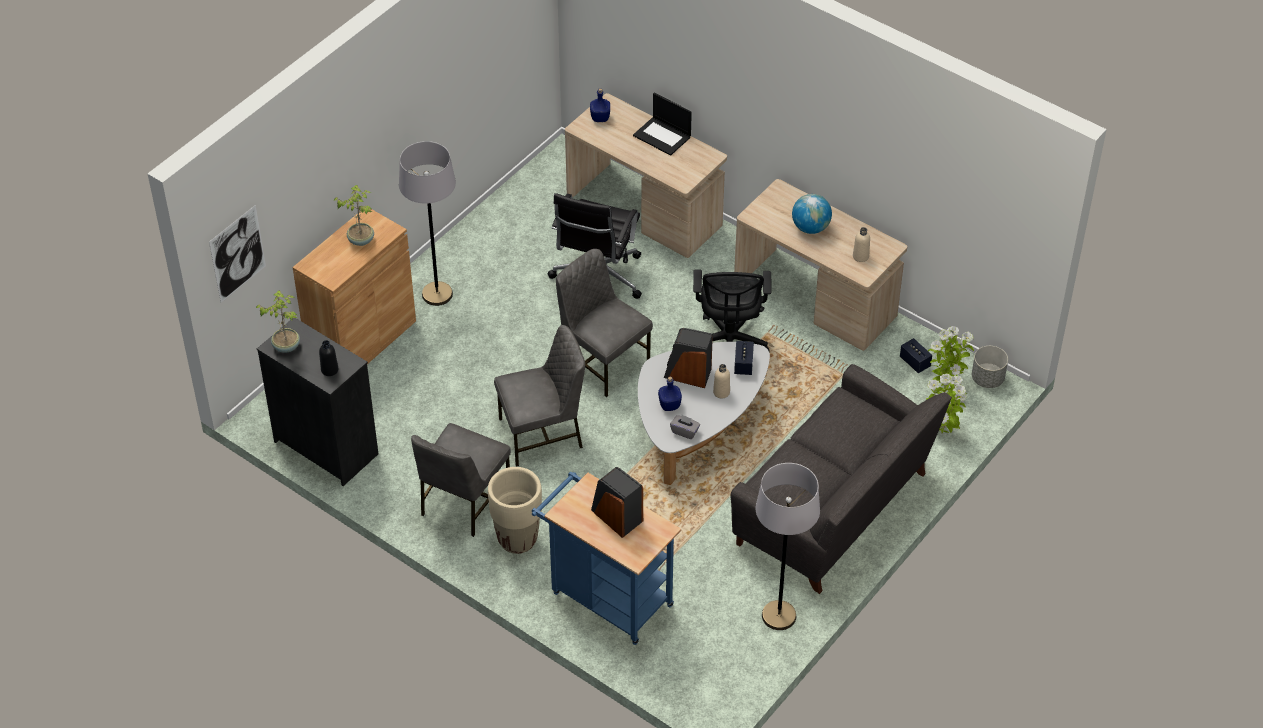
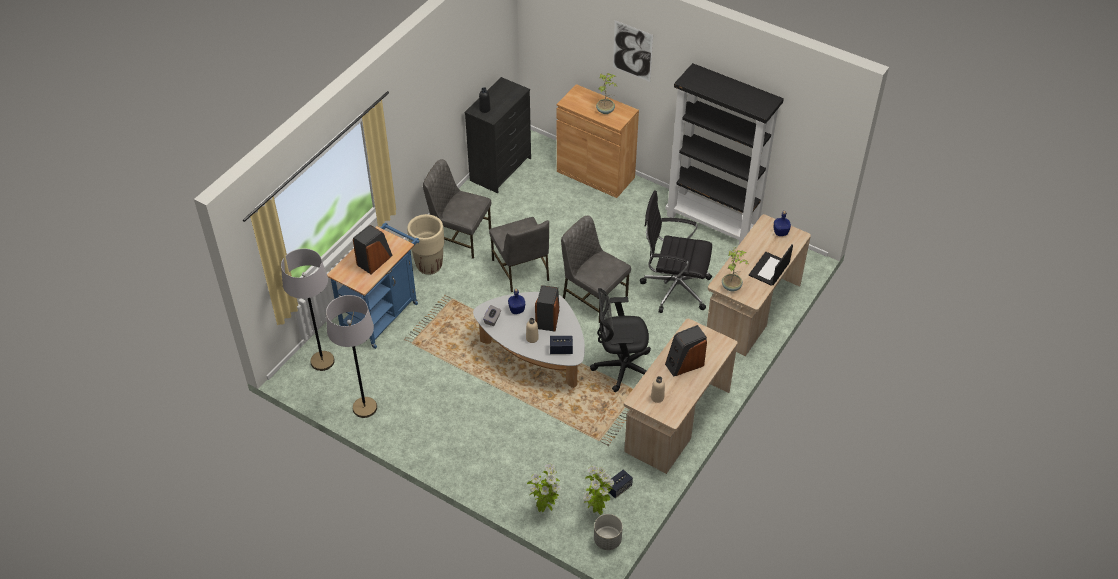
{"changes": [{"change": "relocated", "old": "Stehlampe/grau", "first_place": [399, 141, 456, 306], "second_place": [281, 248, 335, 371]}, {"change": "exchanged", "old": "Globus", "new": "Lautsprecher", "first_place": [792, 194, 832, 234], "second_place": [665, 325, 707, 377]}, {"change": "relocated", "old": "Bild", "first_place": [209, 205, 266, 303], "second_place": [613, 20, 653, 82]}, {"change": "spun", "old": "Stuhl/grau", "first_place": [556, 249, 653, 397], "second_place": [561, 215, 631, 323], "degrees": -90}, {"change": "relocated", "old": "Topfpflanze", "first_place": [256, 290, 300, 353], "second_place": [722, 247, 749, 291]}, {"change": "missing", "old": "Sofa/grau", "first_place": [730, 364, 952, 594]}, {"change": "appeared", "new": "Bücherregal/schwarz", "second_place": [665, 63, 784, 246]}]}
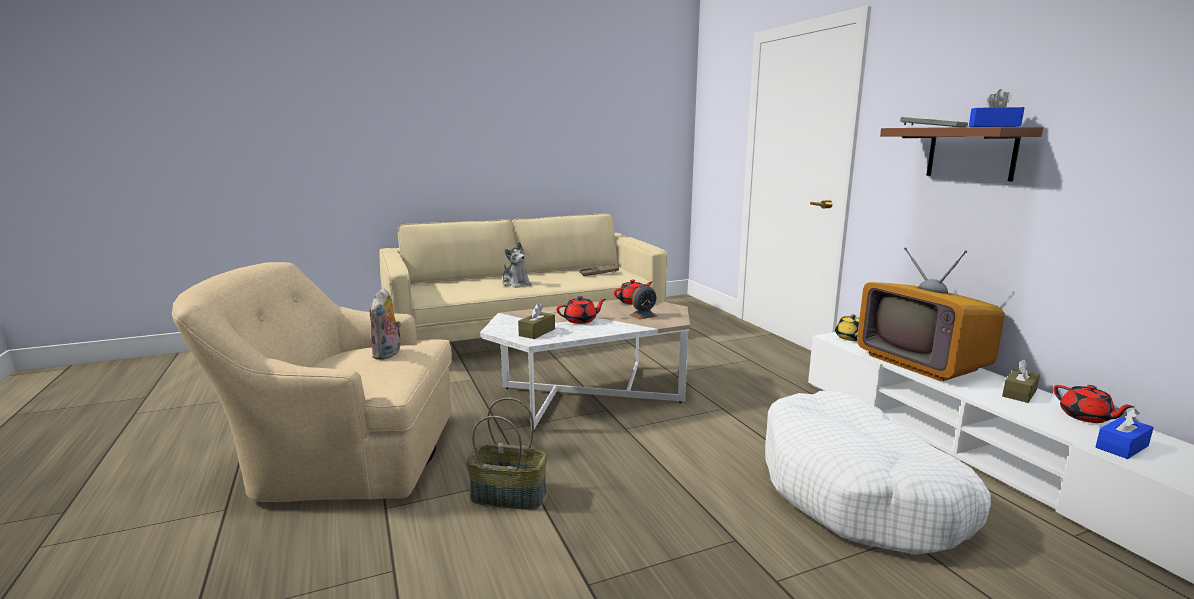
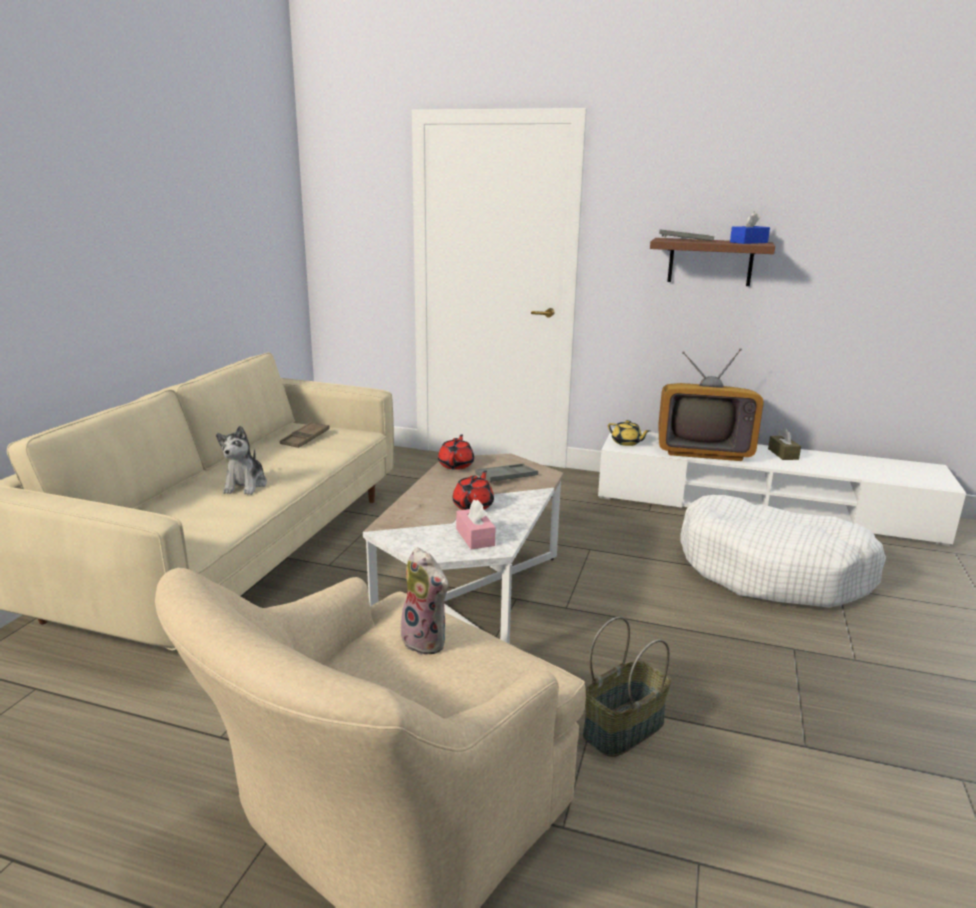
{"changes": [{"change": "spun", "old": "Plüschtier", "first_place": [502, 242, 532, 288], "second_place": [216, 425, 267, 495], "degrees": 90}, {"change": "exchanged", "old": "Wecker", "new": "Tablett/grau", "first_place": [630, 284, 657, 320], "second_place": [475, 463, 538, 483]}, {"change": "colour", "old": "Taschentuchbox/braun", "new": "Taschentuchbox/rosa", "first_place": [518, 303, 555, 339], "second_place": [456, 500, 496, 549]}, {"change": "missing", "old": "Teekanne/rot", "first_place": [1053, 385, 1134, 423]}, {"change": "missing", "old": "Taschentuchbox/blau", "first_place": [1096, 409, 1154, 459]}]}
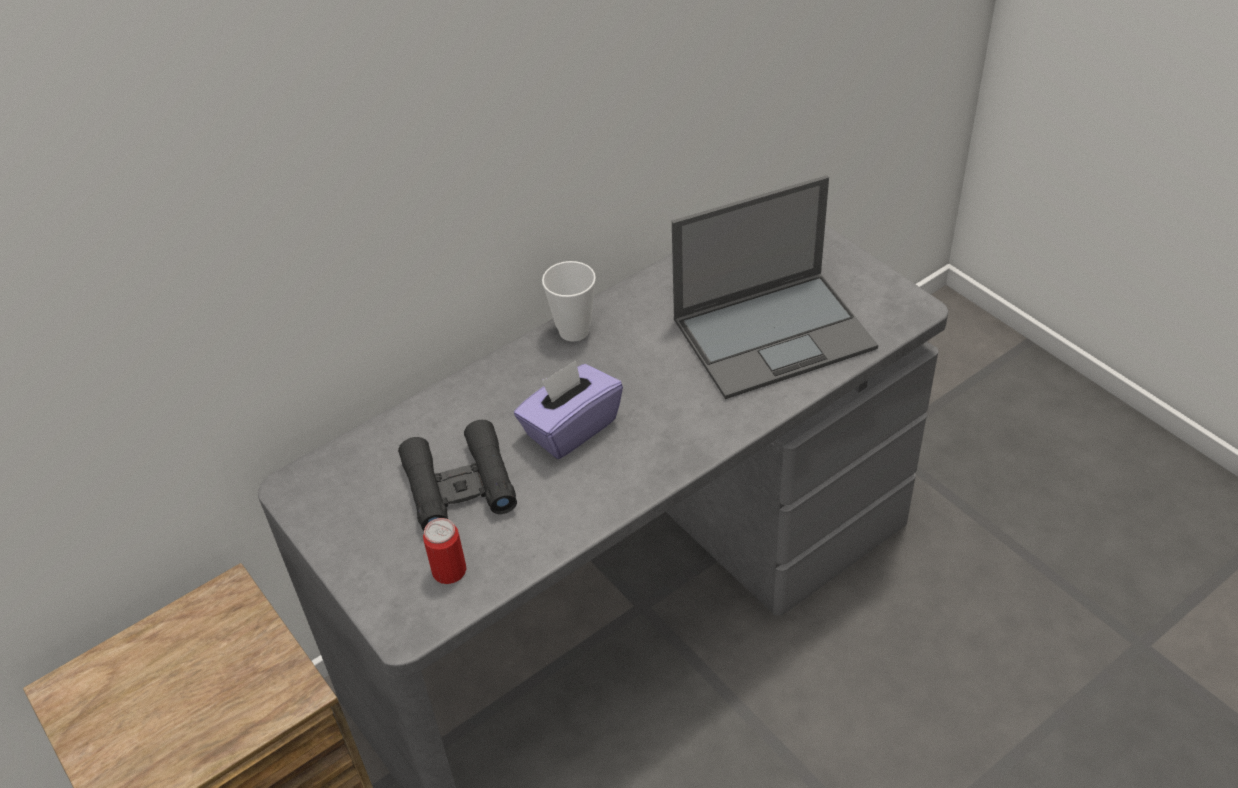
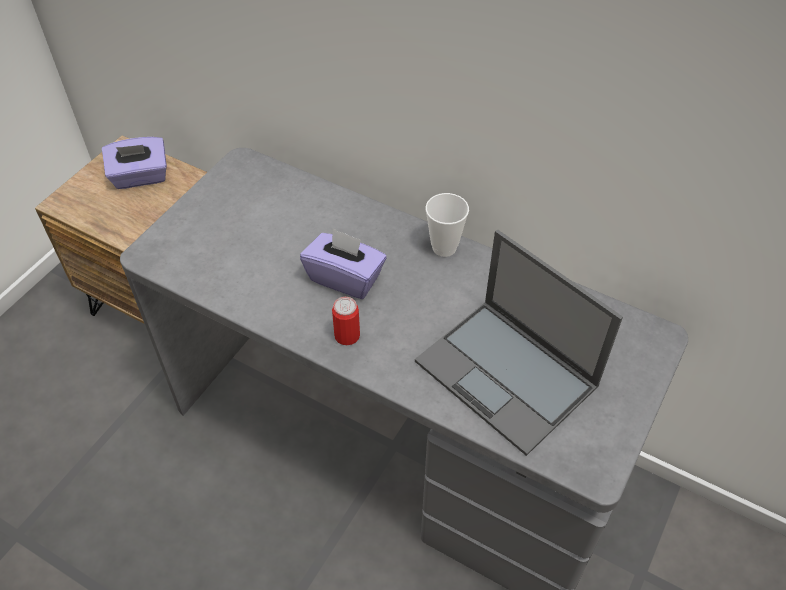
{"changes": [{"change": "missing", "old": "Fernglas/schwarz", "first_place": [398, 420, 517, 531]}, {"change": "relocated", "old": "Dose", "first_place": [423, 518, 467, 584], "second_place": [332, 297, 360, 345]}, {"change": "appeared", "new": "Taschentuchbox/lila", "second_place": [102, 137, 167, 189]}]}
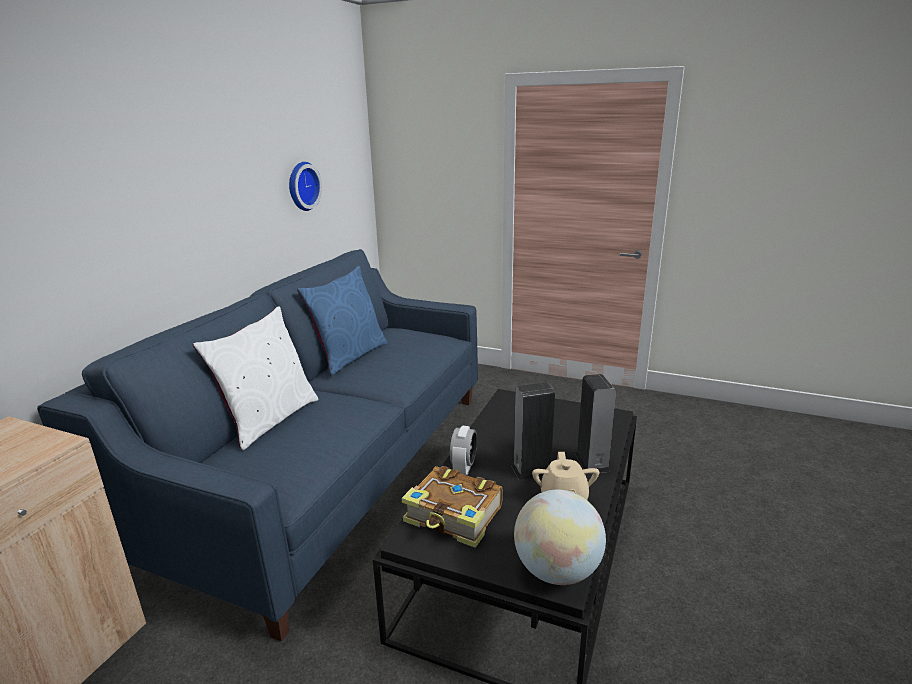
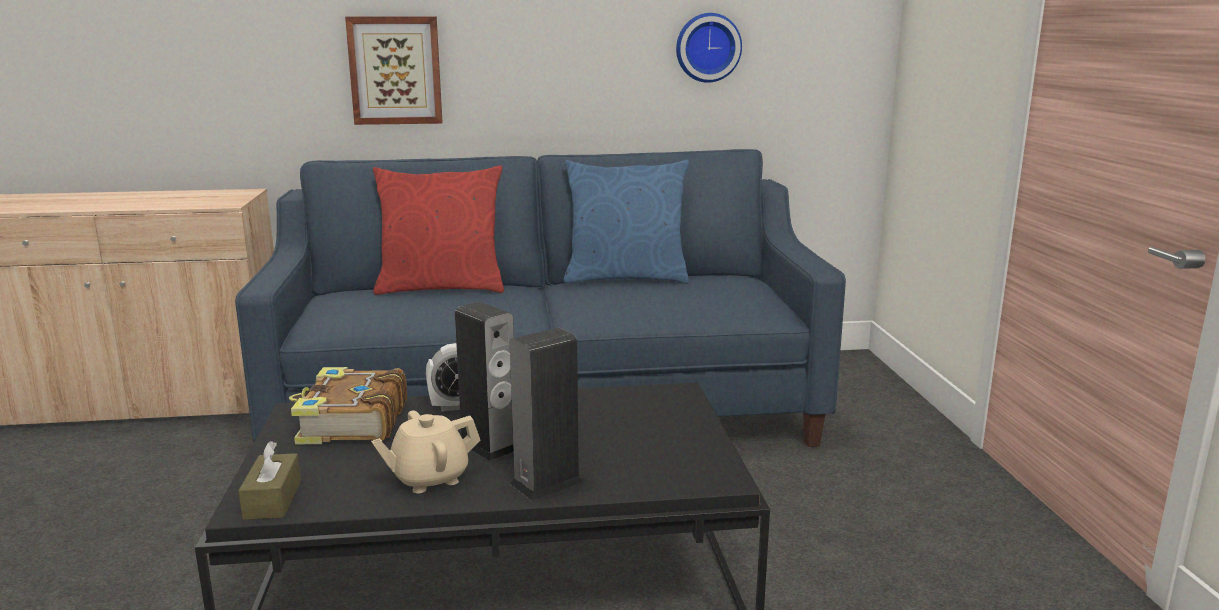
{"changes": [{"change": "colour", "old": "Kissen/weiß", "new": "Kissen/rot", "first_place": [193, 306, 318, 450], "second_place": [373, 165, 504, 295]}, {"change": "exchanged", "old": "Globus", "new": "Taschentuchbox/braun", "first_place": [514, 490, 606, 585], "second_place": [238, 441, 301, 520]}, {"change": "appeared", "new": "Bild", "second_place": [345, 17, 443, 125]}]}
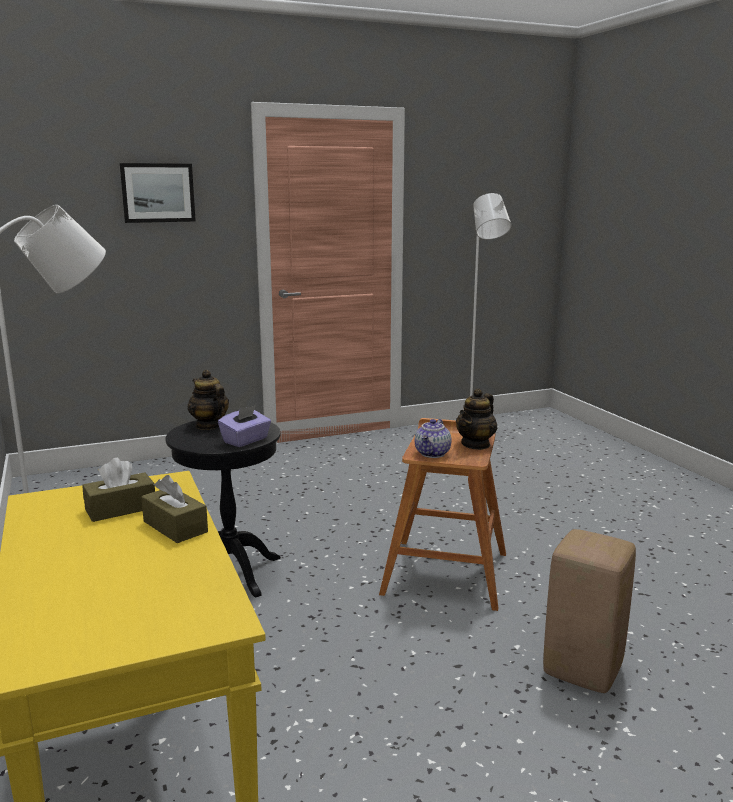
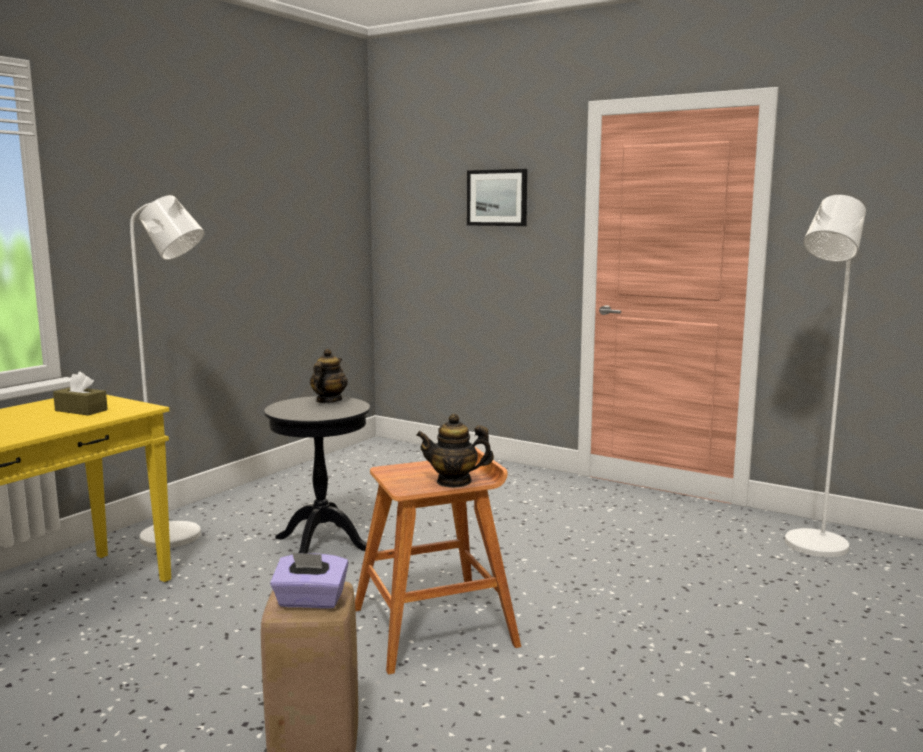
{"changes": [{"change": "relocated", "old": "Taschentuchbox/lila", "first_place": [218, 405, 271, 447], "second_place": [270, 552, 349, 609]}, {"change": "missing", "old": "Teekanne", "first_place": [415, 419, 451, 458]}, {"change": "missing", "old": "Taschentuchbox/braun", "first_place": [141, 475, 208, 543]}]}
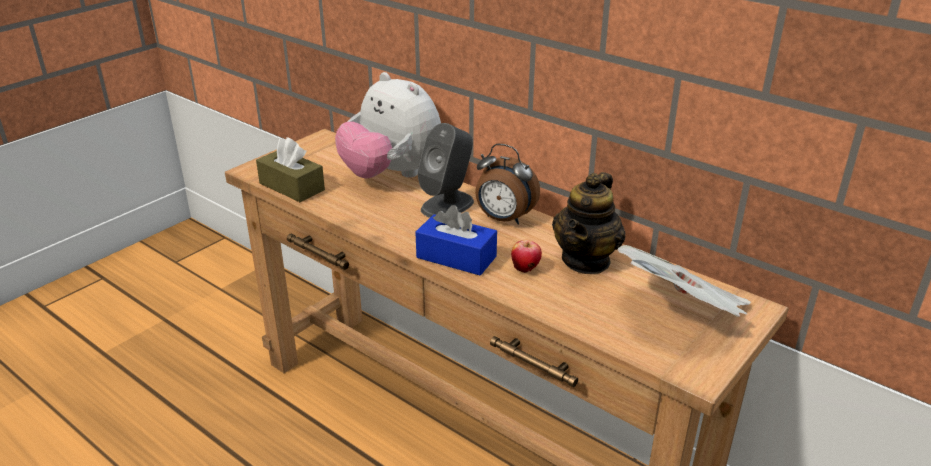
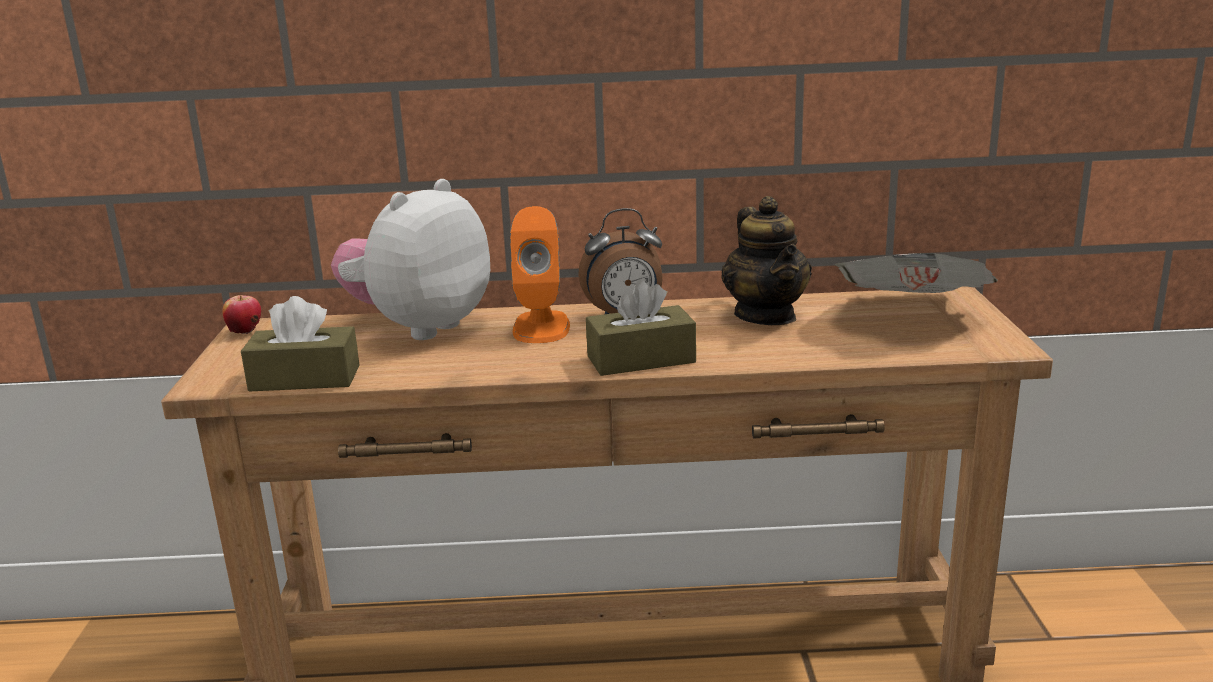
{"changes": [{"change": "spun", "old": "Plüschtier", "first_place": [335, 72, 441, 179], "second_place": [331, 179, 490, 340], "degrees": 120}, {"change": "colour", "old": "Lautsprecher/grau", "new": "Lautsprecher/orange", "first_place": [417, 123, 474, 218], "second_place": [510, 206, 570, 343]}, {"change": "colour", "old": "Taschentuchbox/blau", "new": "Taschentuchbox/braun", "first_place": [415, 205, 497, 275], "second_place": [586, 280, 696, 376]}, {"change": "relocated", "old": "Apfel", "first_place": [511, 239, 542, 273], "second_place": [223, 295, 261, 334]}]}
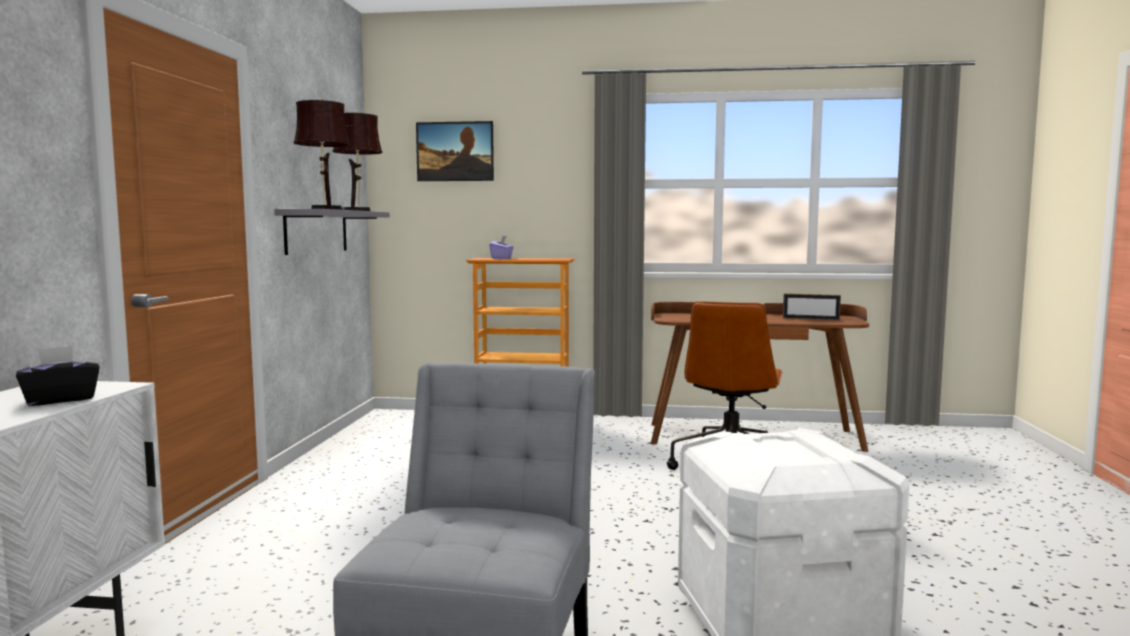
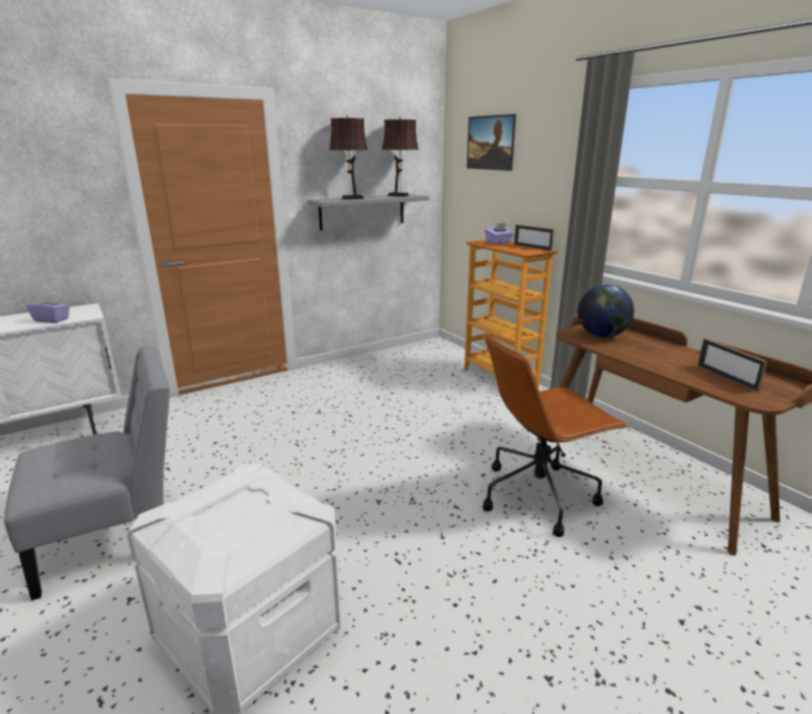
{"changes": [{"change": "colour", "old": "Taschentuchbox/schwarz", "new": "Taschentuchbox/lila", "first_place": [16, 346, 100, 406], "second_place": [27, 295, 70, 323]}, {"change": "appeared", "new": "Bilderrahmen", "second_place": [514, 224, 554, 251]}, {"change": "appeared", "new": "Globus", "second_place": [578, 284, 634, 337]}]}
